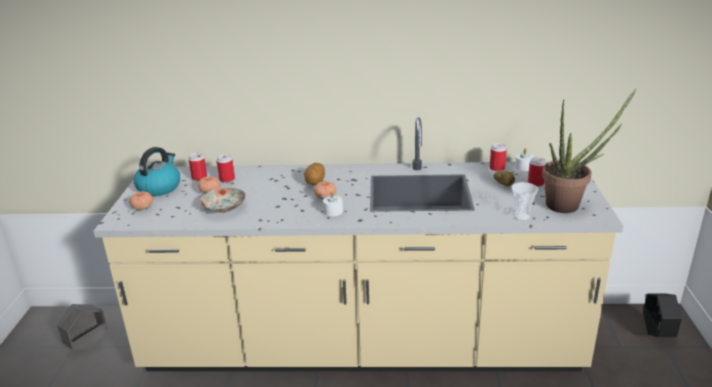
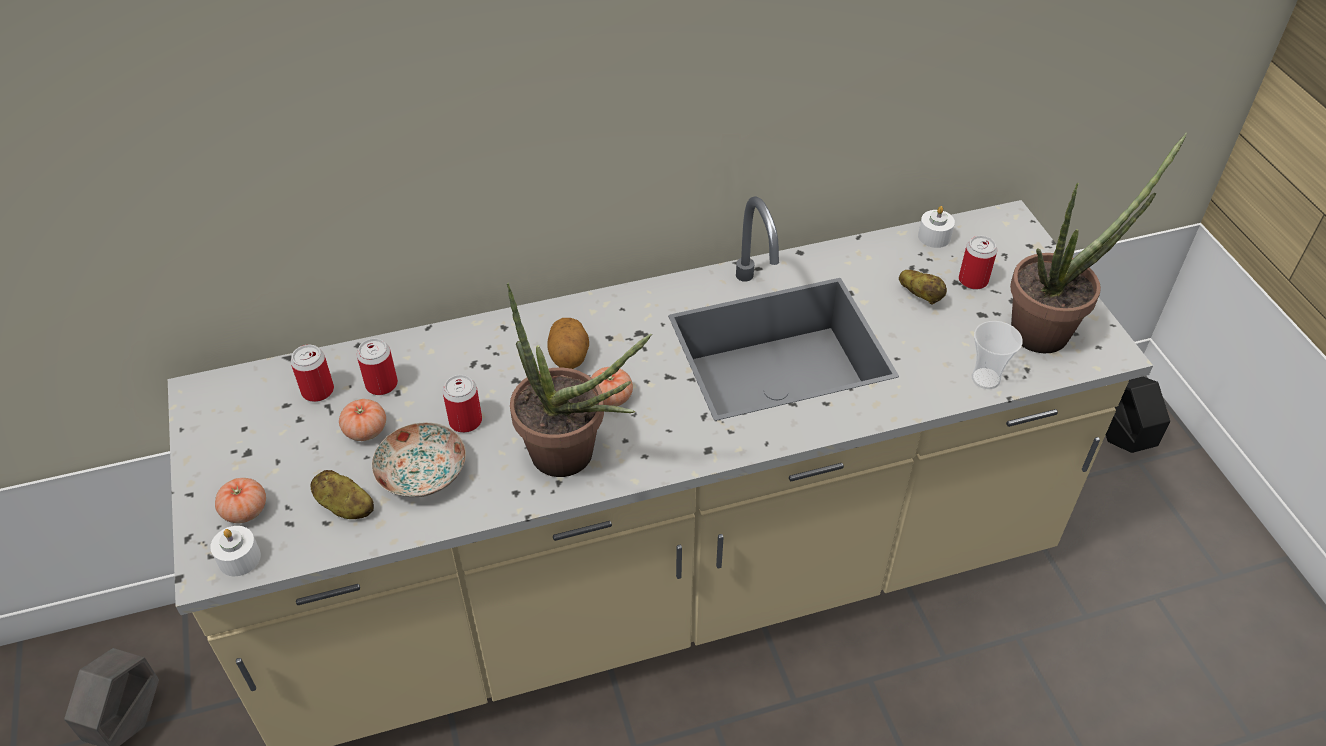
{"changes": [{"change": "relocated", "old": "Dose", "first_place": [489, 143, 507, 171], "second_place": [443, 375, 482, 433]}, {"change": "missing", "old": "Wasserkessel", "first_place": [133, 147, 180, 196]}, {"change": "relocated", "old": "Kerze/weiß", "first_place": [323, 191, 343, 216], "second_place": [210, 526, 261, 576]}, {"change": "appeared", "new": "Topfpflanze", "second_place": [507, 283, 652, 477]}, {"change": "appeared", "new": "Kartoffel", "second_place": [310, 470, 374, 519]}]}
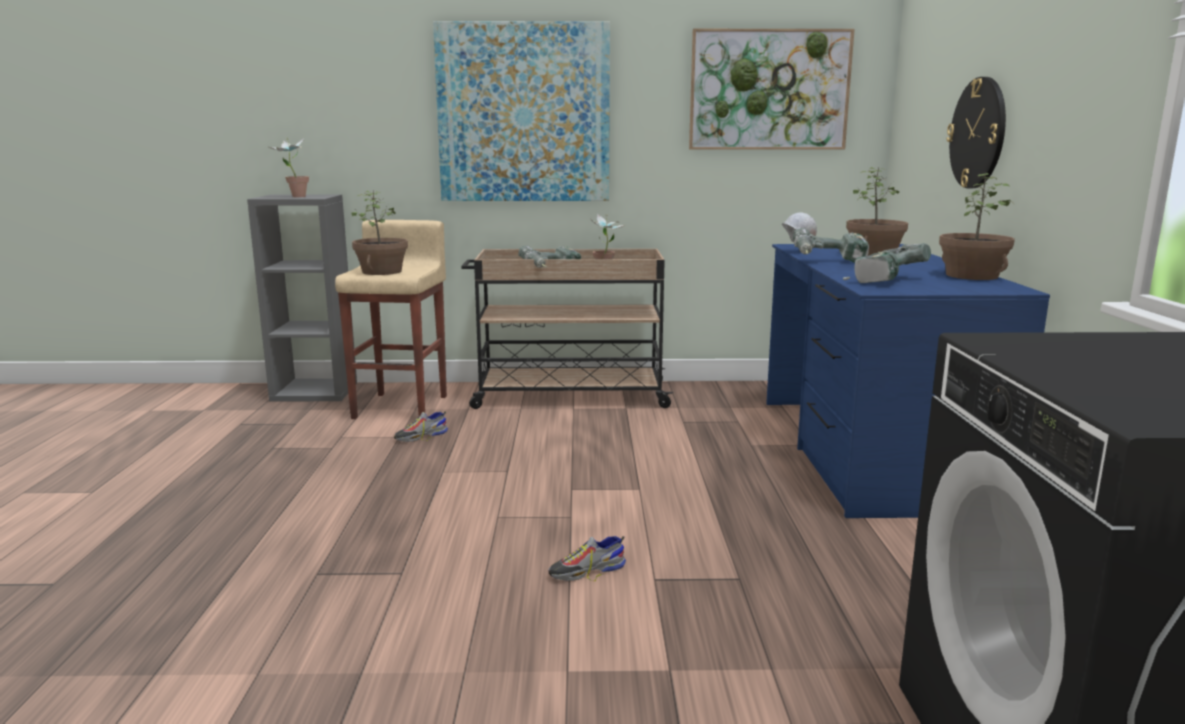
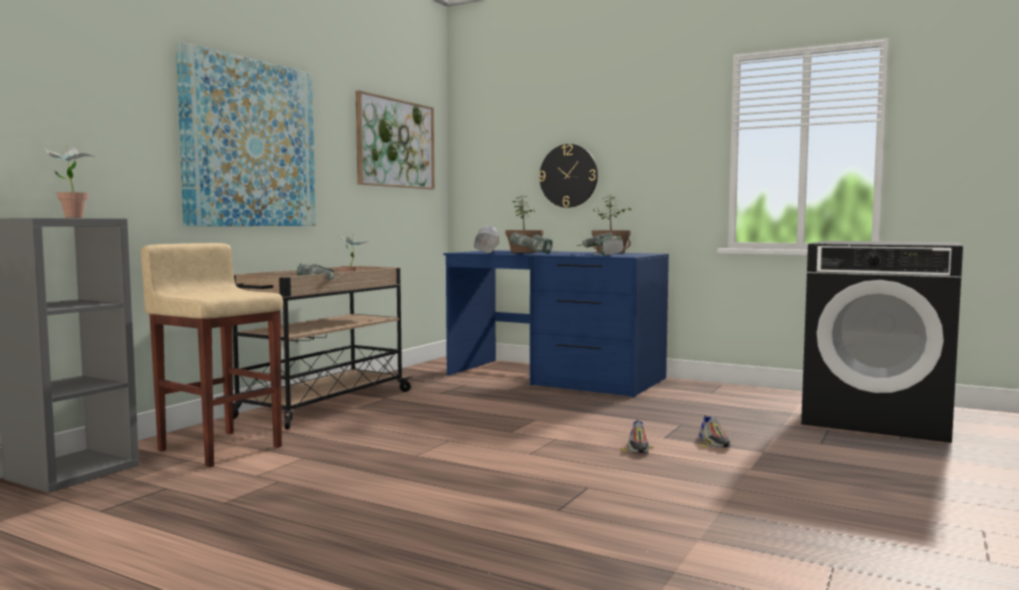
{"changes": [{"change": "missing", "old": "Topfpflanze", "first_place": [352, 190, 408, 275]}, {"change": "relocated", "old": "Schuh", "first_place": [394, 412, 448, 442], "second_place": [699, 415, 731, 448]}]}
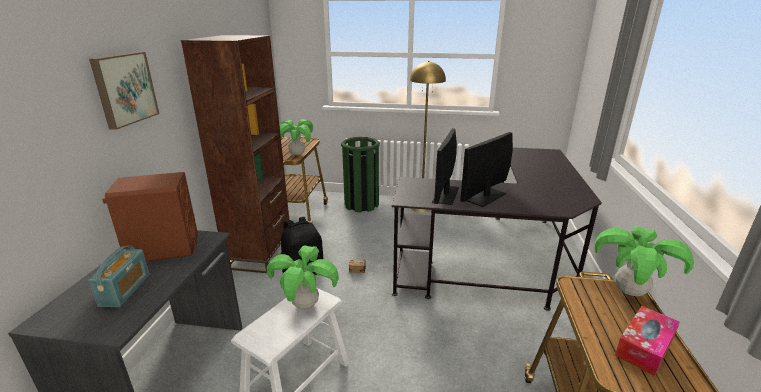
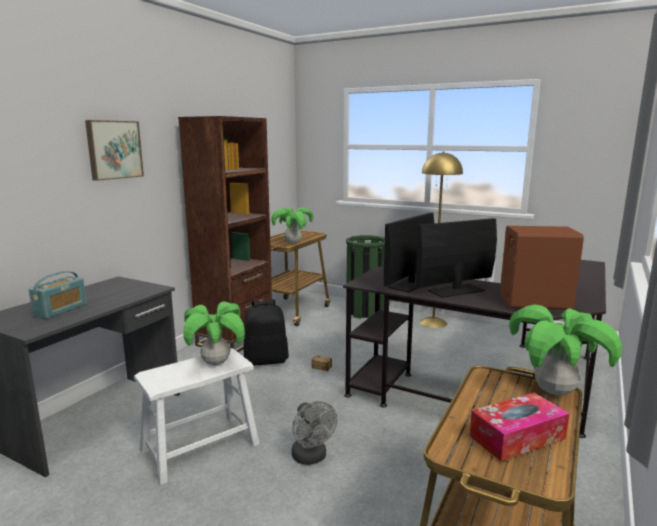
{"changes": [{"change": "relocated", "old": "Lautsprecher/braun", "first_place": [102, 172, 198, 262], "second_place": [500, 226, 584, 310]}, {"change": "appeared", "new": "Ventilator/grau", "second_place": [292, 401, 338, 465]}]}
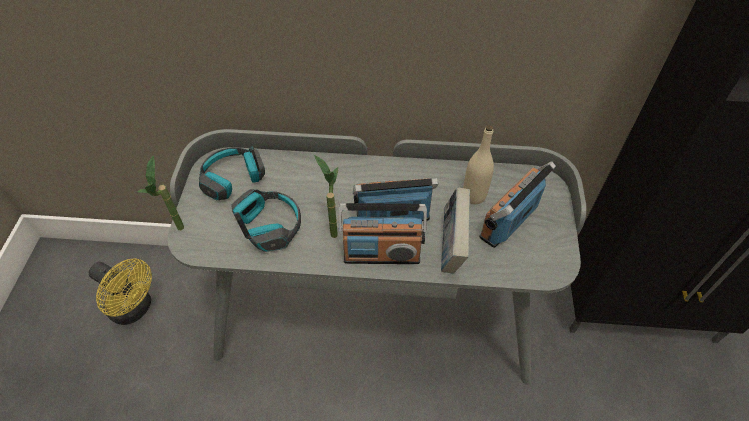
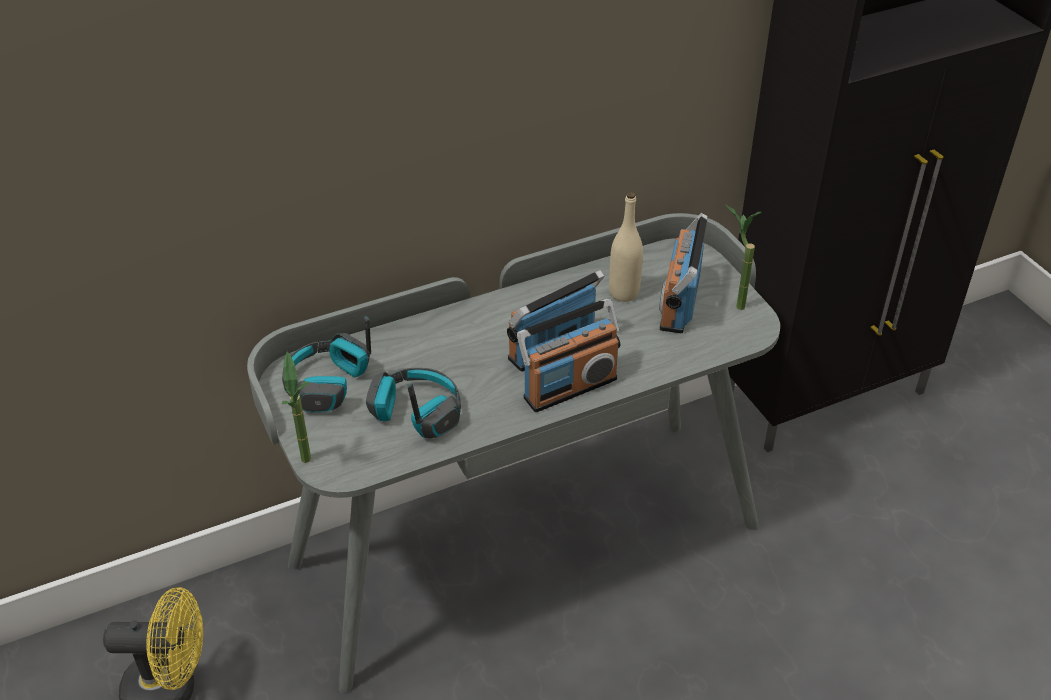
{"changes": [{"change": "relocated", "old": "Topfpflanze", "first_place": [314, 155, 338, 238], "second_place": [726, 205, 762, 310]}, {"change": "missing", "old": "Buch", "first_place": [441, 188, 470, 273]}]}
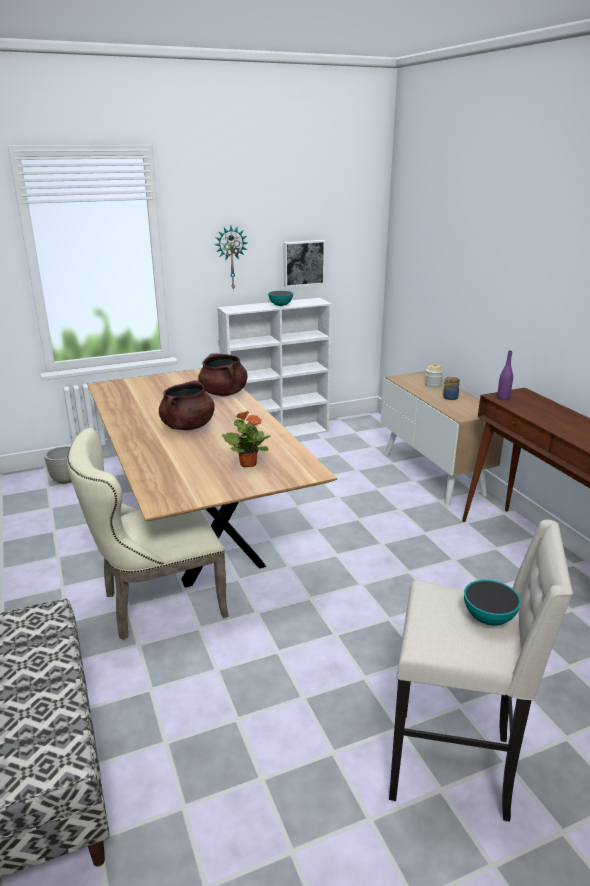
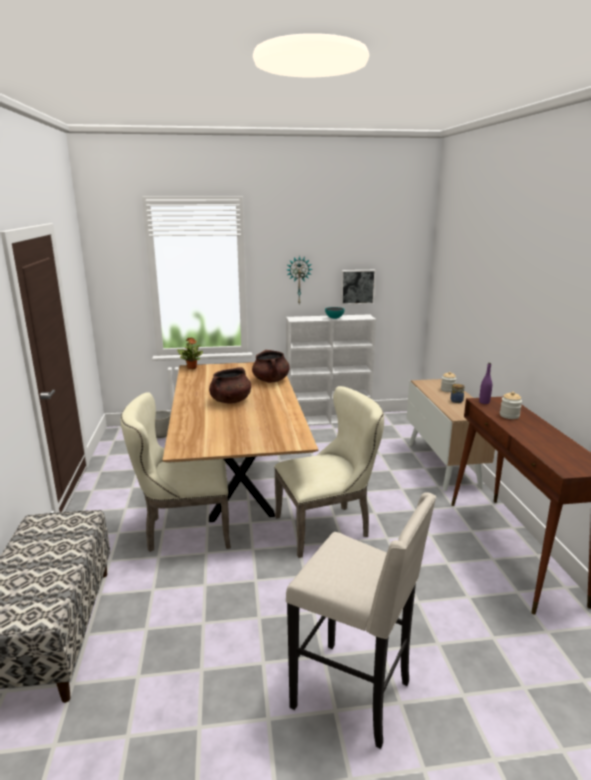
{"changes": [{"change": "relocated", "old": "Topfpflanze", "first_place": [222, 411, 271, 467], "second_place": [177, 337, 203, 369]}, {"change": "missing", "old": "Schüssel", "first_place": [464, 580, 521, 625]}, {"change": "appeared", "new": "Stuhl/beige", "second_place": [274, 386, 384, 558]}, {"change": "appeared", "new": "Vorratsglas", "second_place": [500, 392, 522, 419]}]}
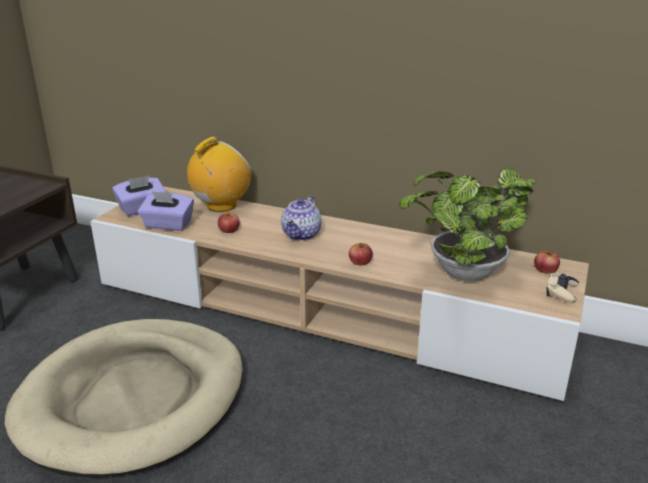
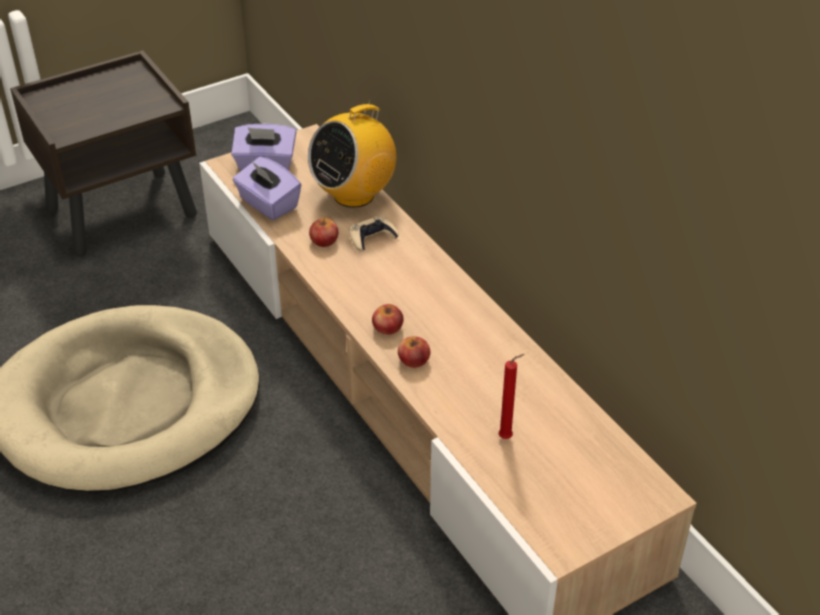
{"changes": [{"change": "spun", "old": "Radio", "first_place": [187, 137, 252, 212], "second_place": [308, 100, 396, 208], "degrees": 150}, {"change": "exchanged", "old": "Topfpflanze", "new": "Kerze/rot", "first_place": [398, 168, 536, 282], "second_place": [499, 354, 524, 439]}, {"change": "missing", "old": "Teekanne", "first_place": [281, 196, 322, 241]}, {"change": "relocated", "old": "Apfel", "first_place": [534, 250, 560, 274], "second_place": [372, 304, 404, 335]}, {"change": "relocated", "old": "Gamepad/beige", "first_place": [546, 272, 579, 303], "second_place": [349, 216, 399, 252]}]}
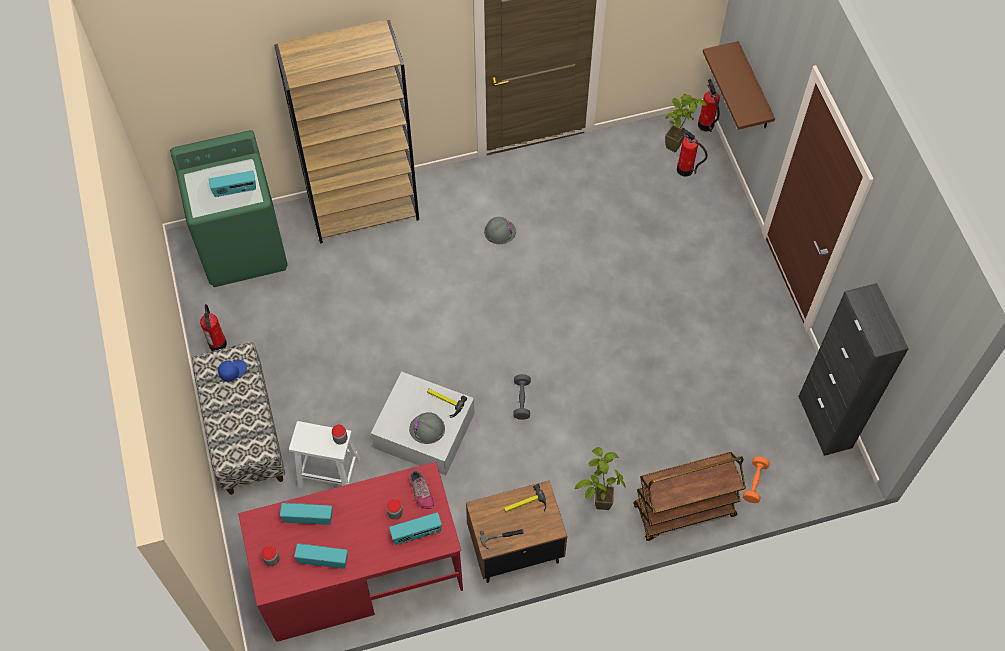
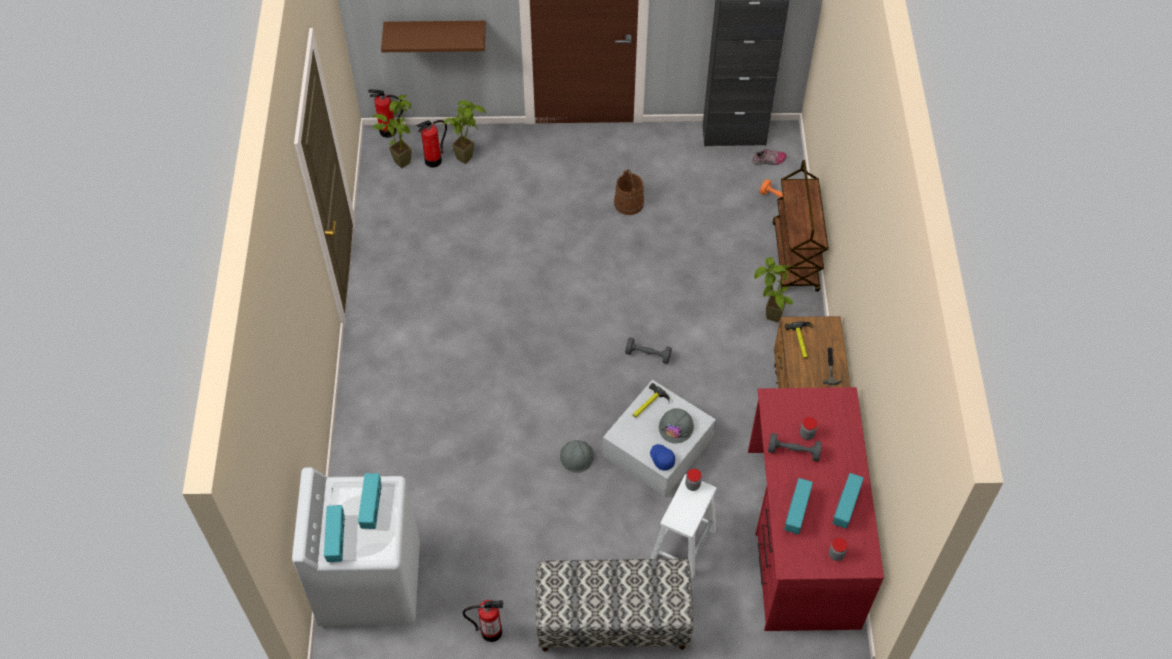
{"changes": [{"change": "missing", "old": "Bücherregal/braun", "first_place": [274, 20, 419, 244]}, {"change": "colour", "old": "Waschmaschine/grün", "new": "Waschmaschine/weiß", "first_place": [170, 130, 288, 287], "second_place": [292, 467, 420, 627]}, {"change": "relocated", "old": "Schutzhelm/grau", "first_place": [484, 217, 516, 244], "second_place": [560, 440, 594, 472]}, {"change": "relocated", "old": "Kappe/blau", "first_place": [218, 360, 247, 382], "second_place": [650, 444, 675, 470]}, {"change": "relocated", "old": "Schuh", "first_place": [410, 470, 434, 509], "second_place": [752, 149, 787, 165]}, {"change": "relocated", "old": "Radio", "first_place": [389, 512, 442, 545], "second_place": [324, 505, 345, 562]}, {"change": "appeared", "new": "Topfpflanze", "second_place": [444, 100, 486, 164]}, {"change": "appeared", "new": "Eimer/braun", "second_place": [614, 169, 644, 215]}, {"change": "appeared", "new": "Hantel/grau", "second_place": [768, 433, 822, 462]}]}
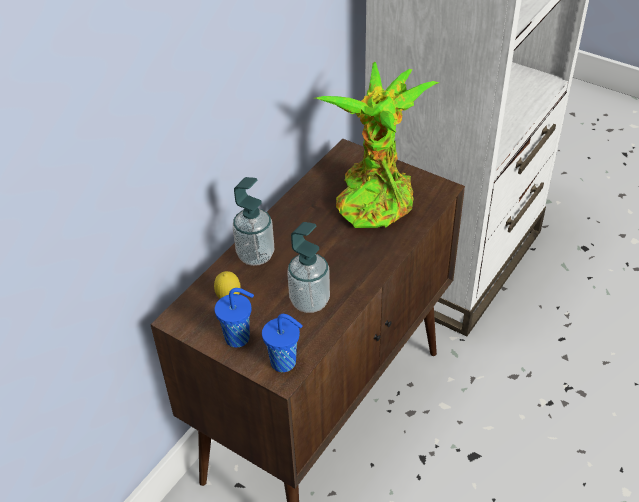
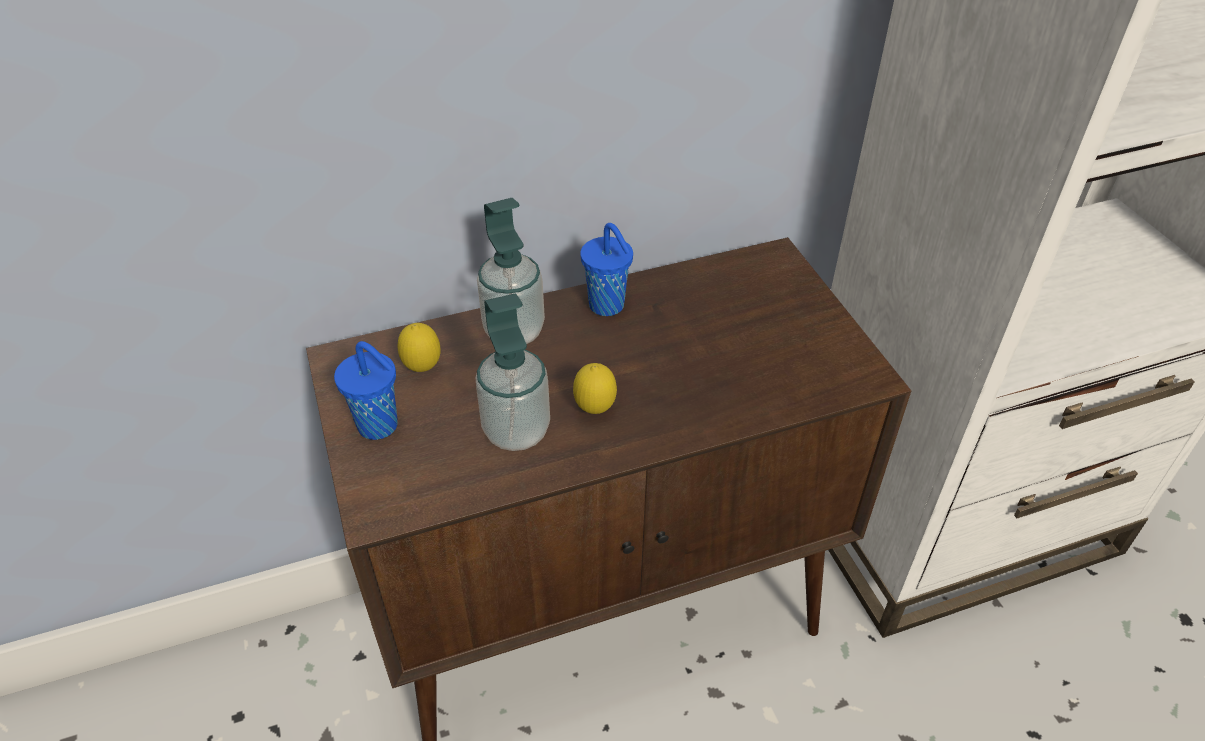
{"changes": [{"change": "missing", "old": "Topfpflanze", "first_place": [315, 62, 439, 228]}, {"change": "relocated", "old": "Tasse/blau", "first_place": [262, 314, 303, 372], "second_place": [580, 223, 633, 316]}, {"change": "appeared", "new": "Zitrone", "second_place": [573, 363, 617, 414]}]}
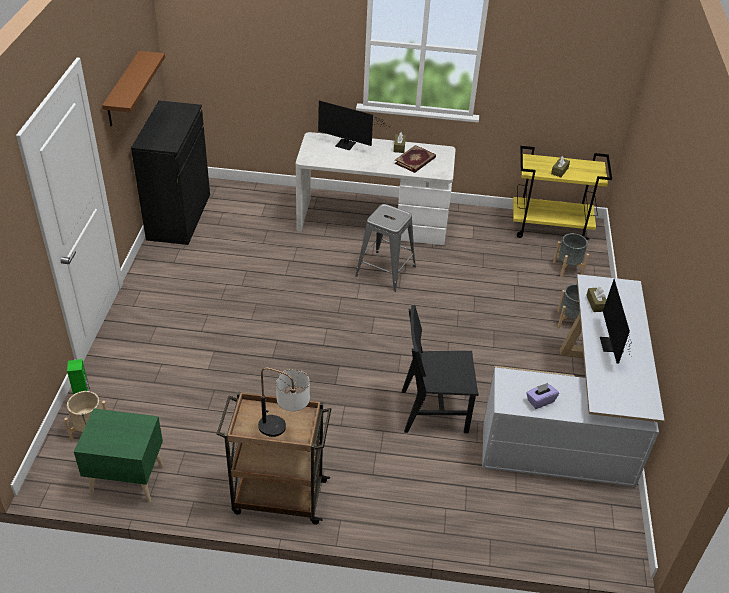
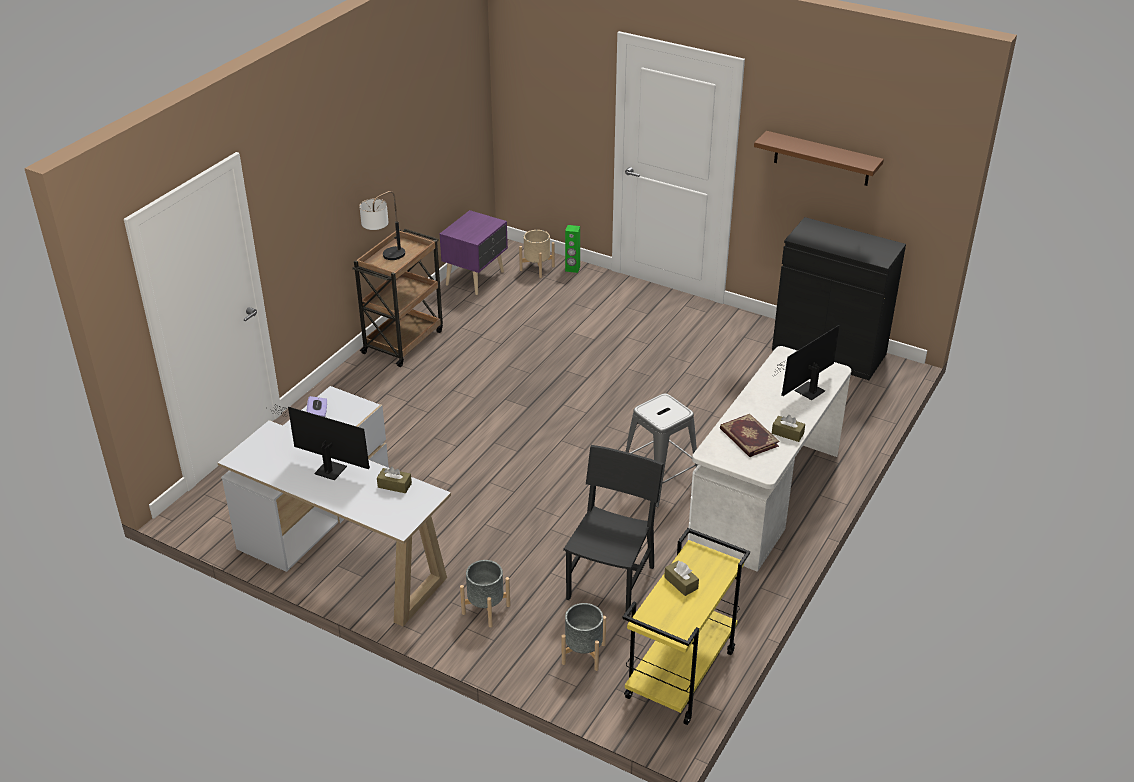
{"changes": [{"change": "relocated", "old": "Stuhl/schwarz", "first_place": [402, 305, 479, 433], "second_place": [563, 445, 664, 616]}, {"change": "colour", "old": "Nachttisch/grün", "new": "Nachttisch/lila", "first_place": [74, 408, 164, 502], "second_place": [440, 210, 508, 295]}]}
